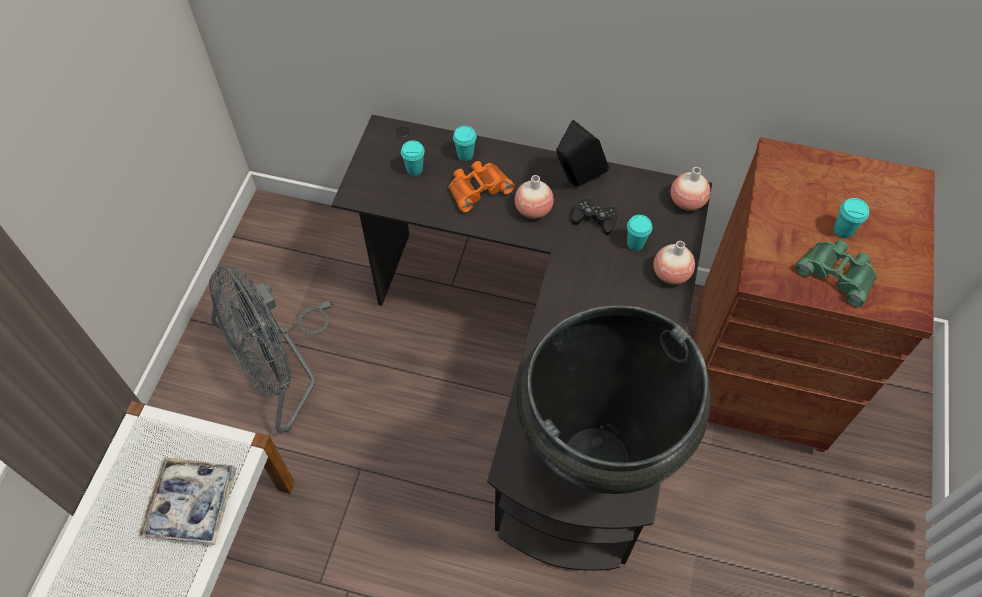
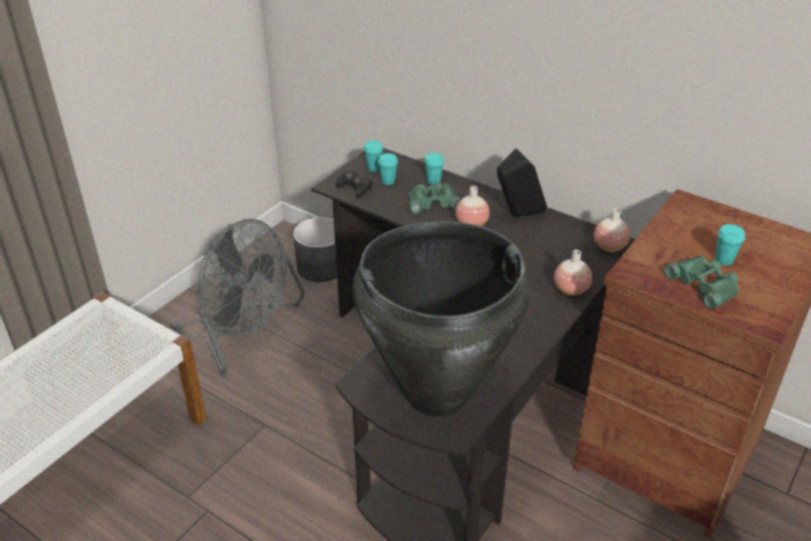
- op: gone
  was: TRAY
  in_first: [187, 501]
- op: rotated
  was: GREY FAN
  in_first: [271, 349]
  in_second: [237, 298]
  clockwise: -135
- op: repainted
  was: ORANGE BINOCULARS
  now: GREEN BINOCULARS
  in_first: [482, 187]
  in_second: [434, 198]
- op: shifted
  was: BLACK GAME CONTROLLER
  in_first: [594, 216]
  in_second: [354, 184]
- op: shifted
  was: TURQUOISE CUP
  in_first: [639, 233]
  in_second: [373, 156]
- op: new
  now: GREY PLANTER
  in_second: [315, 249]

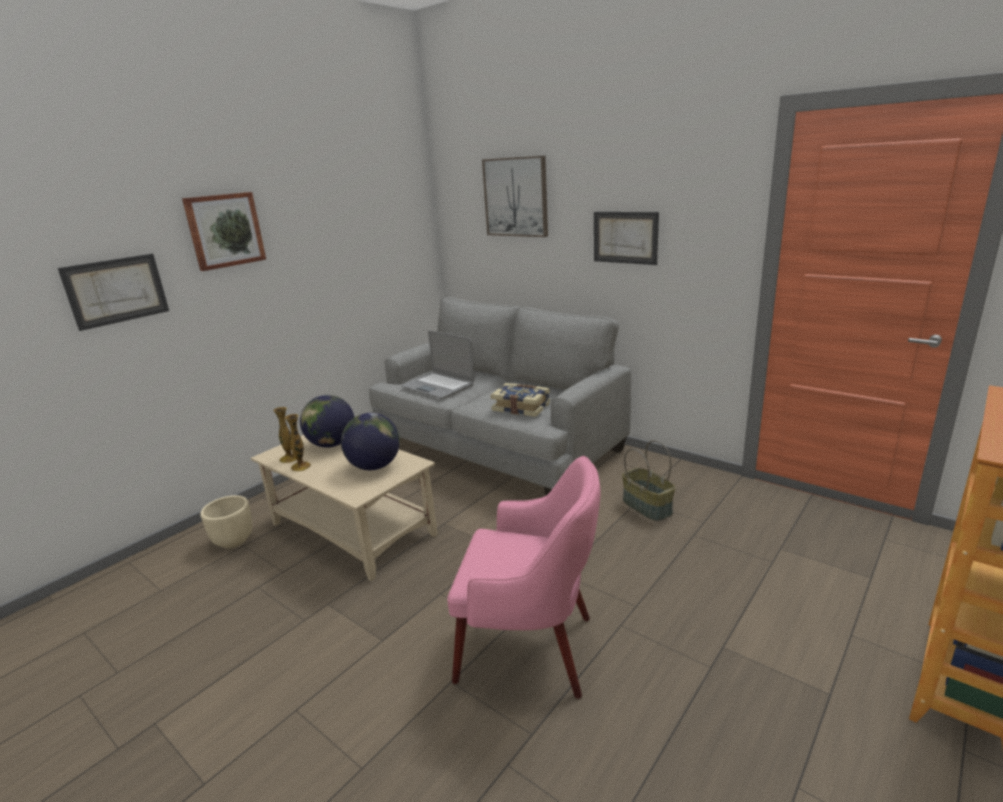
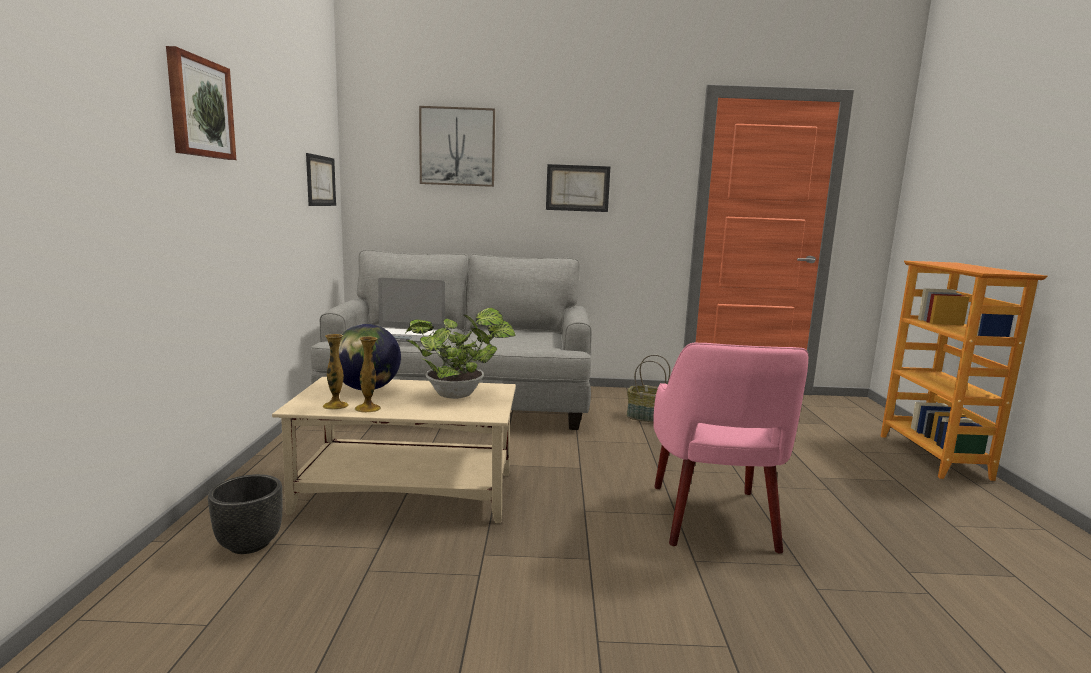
- op: shifted
  was: PICTURE
  in_first: [113, 292]
  in_second: [321, 179]
- op: repainted
  was: BEIGE PLANTER
  now: BLACK PLANTER
  in_first: [226, 522]
  in_second: [245, 514]
- op: swapped
  was: GLOBE
  now: POTTED PLANT
  in_first: [370, 441]
  in_second: [461, 353]
- op: rotated
  was: PINK ARMCHAIR
  in_first: [524, 577]
  in_second: [730, 448]
  clockwise: 120
- op: gone
  was: BOOK
  in_first: [520, 400]

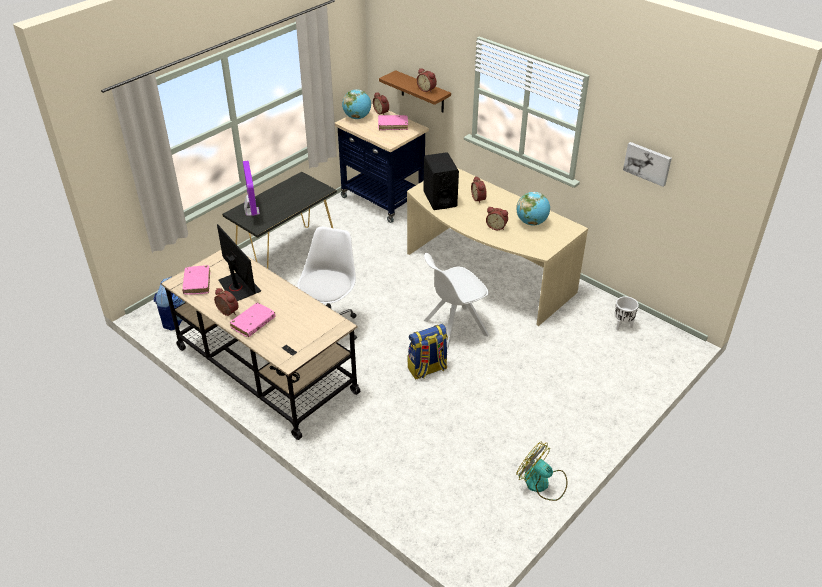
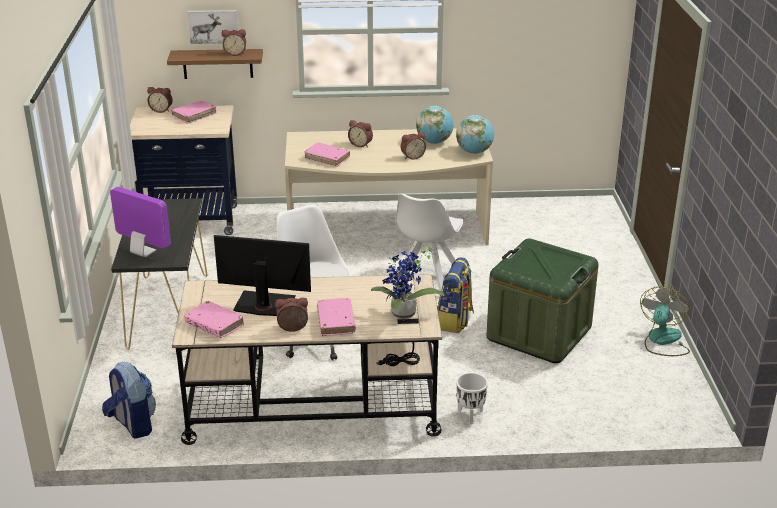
- op: shifted
  was: GLOBE
  in_first: [356, 104]
  in_second: [475, 134]
- op: swapped
  was: BLACK SPEAKER
  now: PINK BOOK
  in_first: [441, 181]
  in_second: [327, 154]
- op: rotated
  was: FAN
  in_first: [542, 471]
  in_second: [665, 321]
  clockwise: 120
- op: shifted
  was: WHITE PLANTER
  in_first: [627, 313]
  in_second: [472, 398]
- op: shifted
  was: PICTURE
  in_first: [647, 164]
  in_second: [213, 27]
- op: new
  now: POTTED PLANT
  in_second: [407, 283]
- op: new
  now: GREEN STORAGE BOX
  in_second: [542, 300]

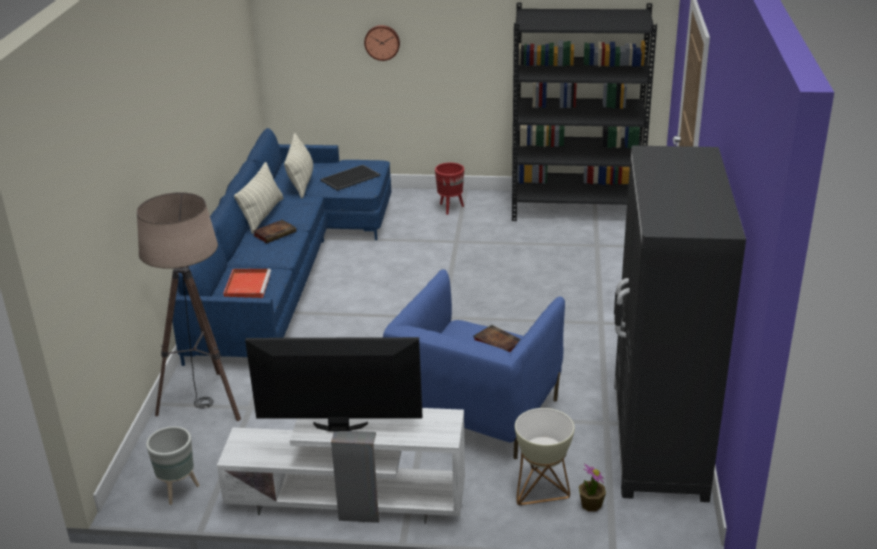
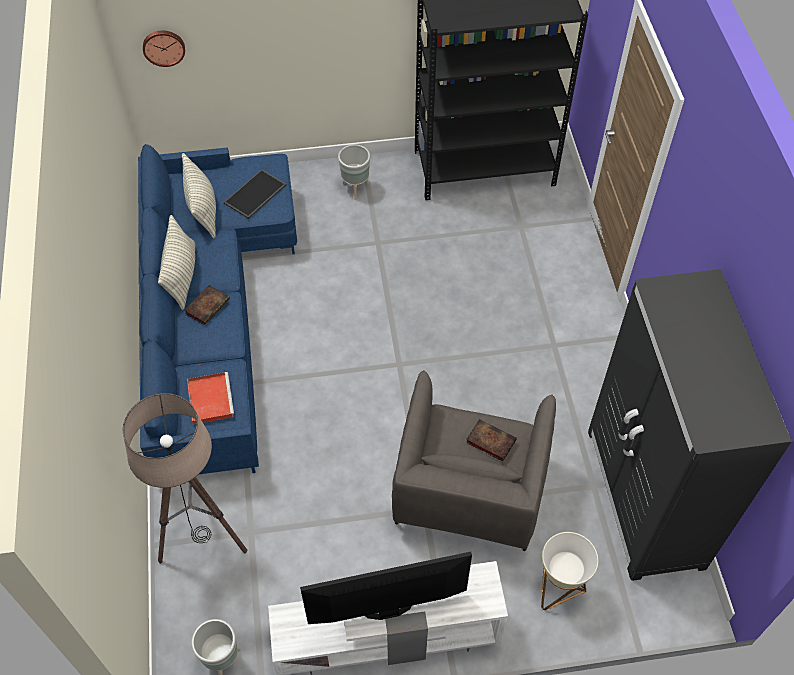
- op: shifted
  was: WALL CLOCK
  in_first: [382, 43]
  in_second: [164, 49]
- op: repainted
  was: BLUE ARMCHAIR
  now: GREY ARMCHAIR
  in_first: [474, 364]
  in_second: [474, 460]
- op: repainted
  was: RED PLANTER
  now: GREY PLANTER
  in_first: [449, 189]
  in_second: [354, 172]
- op: gone
  was: POTTED PLANT
  in_first: [592, 488]

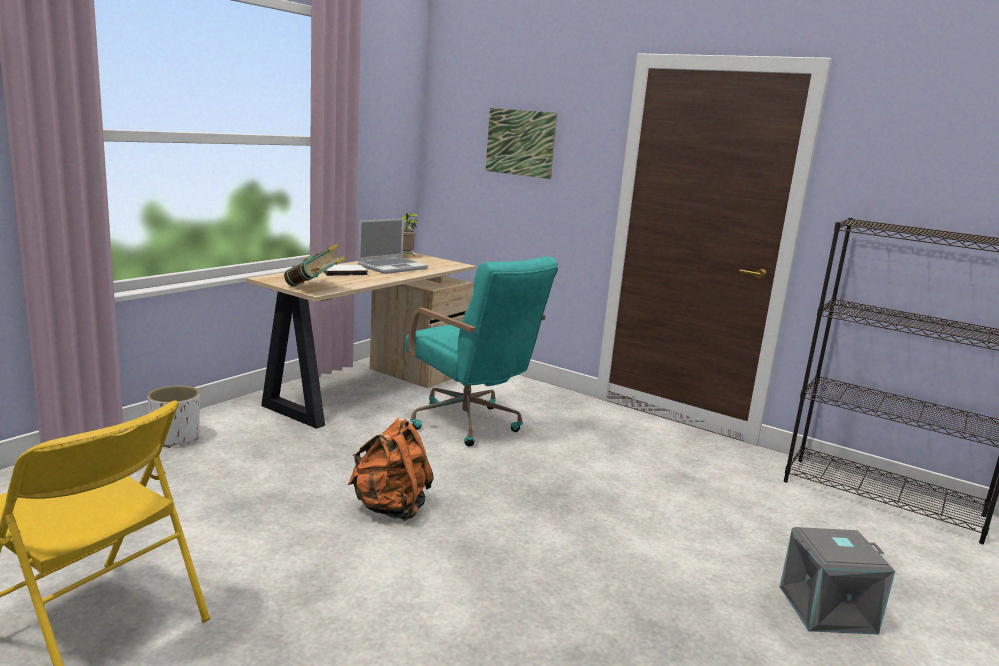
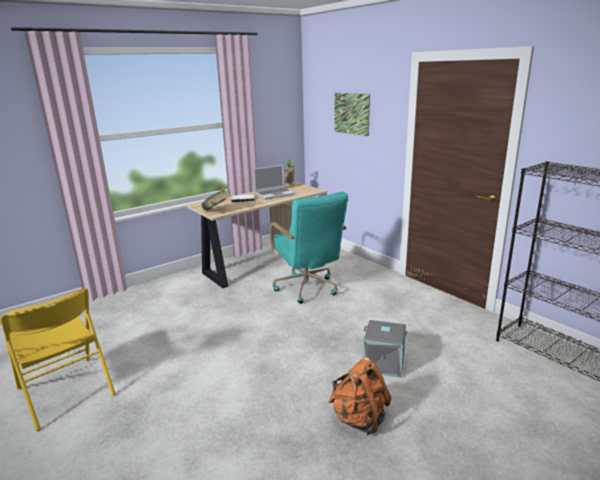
- op: gone
  was: WHITE PLANTER
  in_first: [173, 416]
- op: shifted
  was: ORANGE BACKPACK
  in_first: [391, 469]
  in_second: [360, 396]
- op: shifted
  was: GREY STORAGE BOX
  in_first: [837, 581]
  in_second: [385, 349]

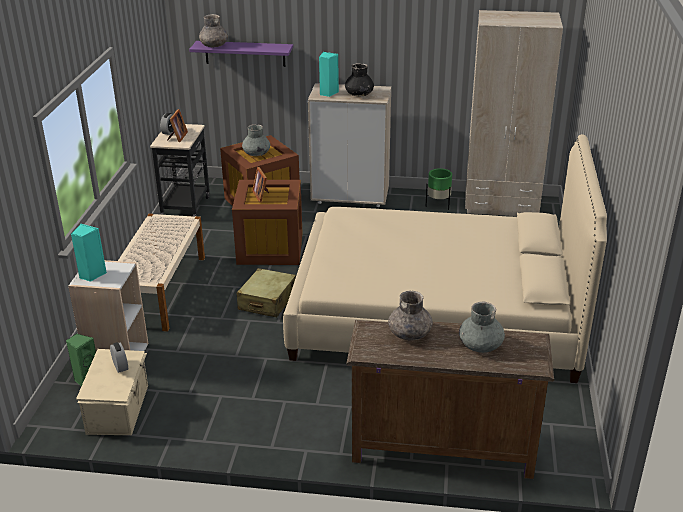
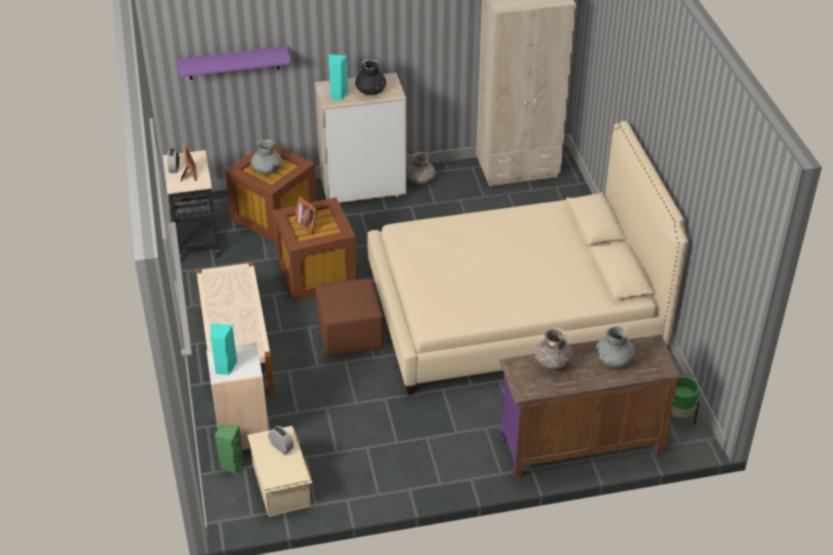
- op: shifted
  was: GREY VASE
  in_first: [213, 30]
  in_second: [421, 168]
- op: swapped
  was: BEIGE SUITCASE
  now: BROWN OTTOMAN
  in_first: [266, 292]
  in_second: [349, 318]
- op: shifted
  was: GREEN PLANTER
  in_first: [439, 189]
  in_second: [686, 400]

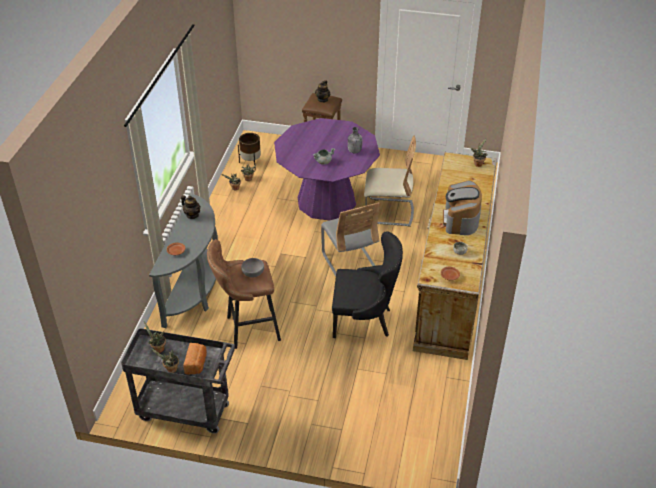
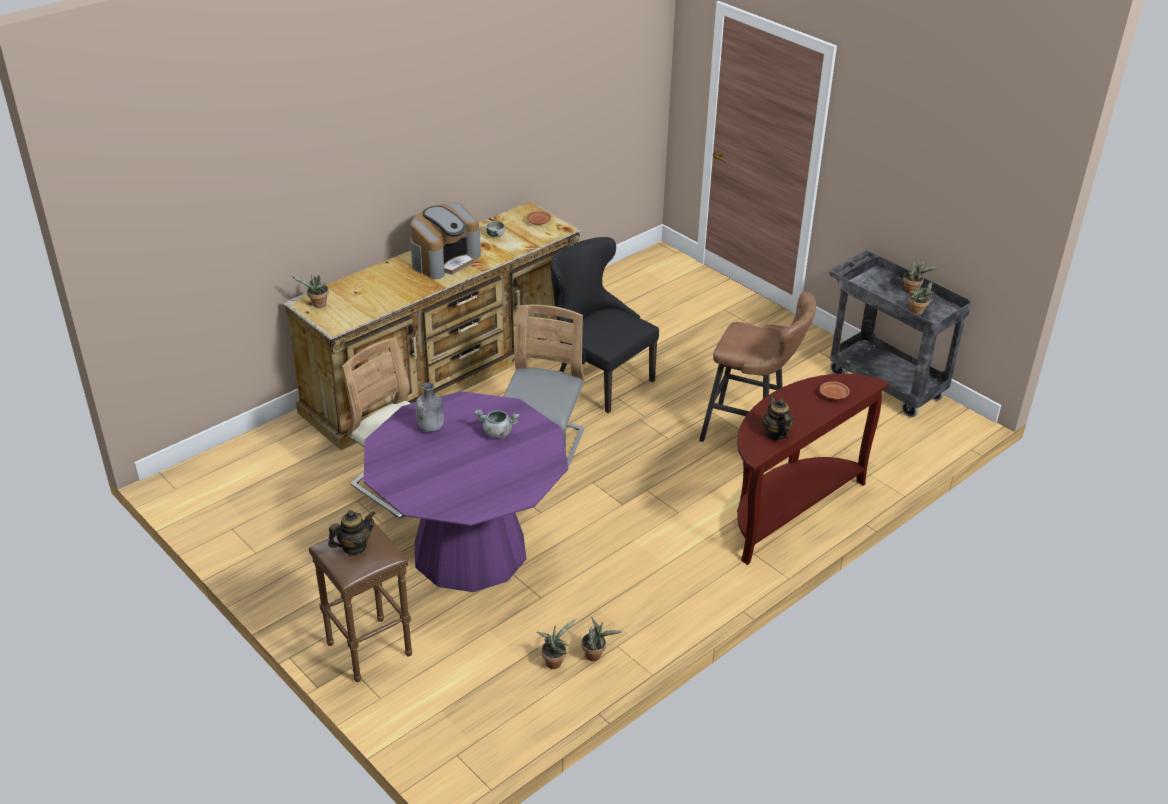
- op: repainted
  was: GREY CONSOLE TABLE
  now: BROWN CONSOLE TABLE
  in_first: [183, 261]
  in_second: [813, 469]
- op: gone
  was: BREAD
  in_first: [195, 358]
- op: gone
  was: BROWN PLANTER
  in_first: [249, 151]
- op: gone
  was: GREY BOWL
  in_first: [252, 267]

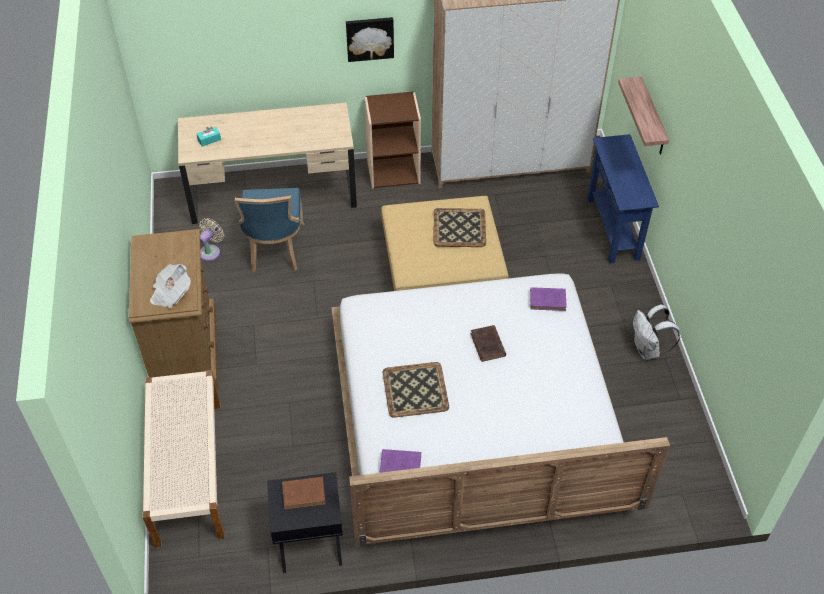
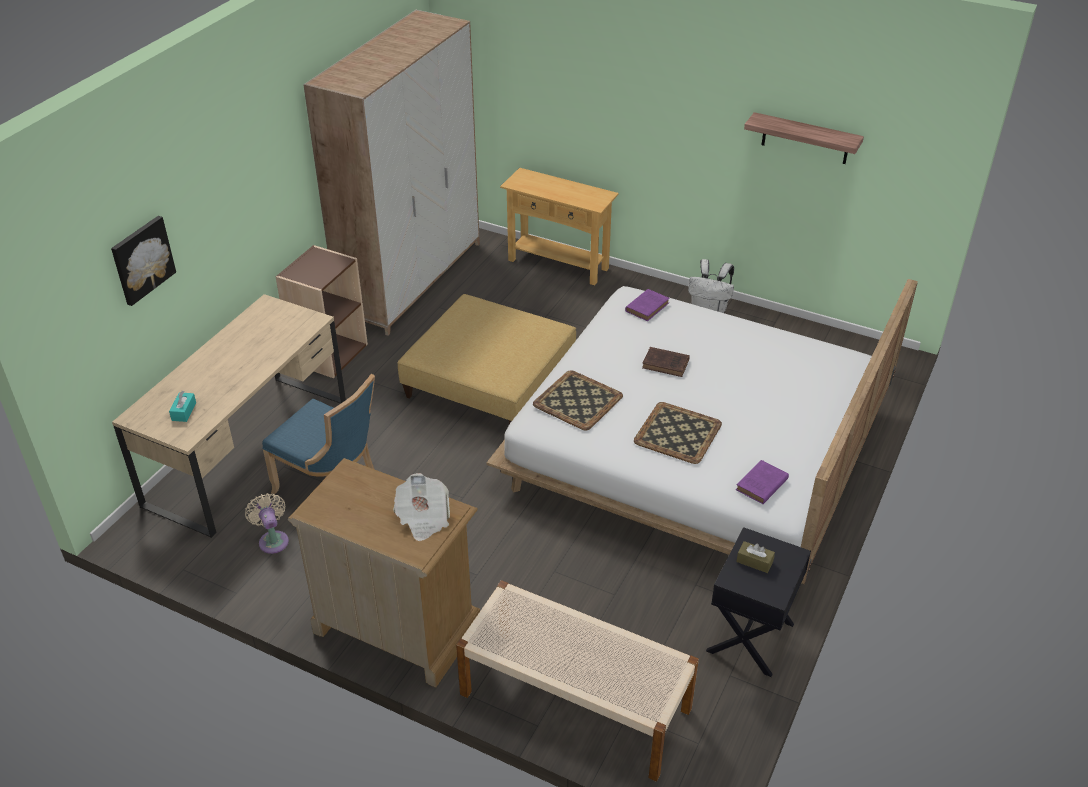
- op: swapped
  was: BROWN BOOK
  now: BROWN TISSUE BOX
  in_first: [304, 493]
  in_second: [755, 557]
- op: shifted
  was: PICTURE
  in_first: [370, 39]
  in_second: [143, 261]
- op: shifted
  was: TRAY
  in_first: [460, 227]
  in_second: [578, 400]
- op: repainted
  was: BLUE CONSOLE TABLE
  now: BEIGE CONSOLE TABLE
  in_first: [623, 199]
  in_second: [559, 226]
- op: shifted
  was: SHELF
  in_first: [643, 115]
  in_second: [804, 138]

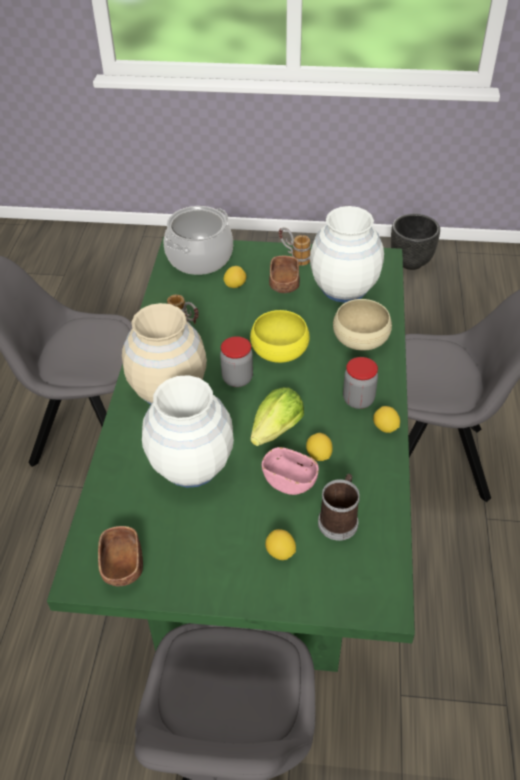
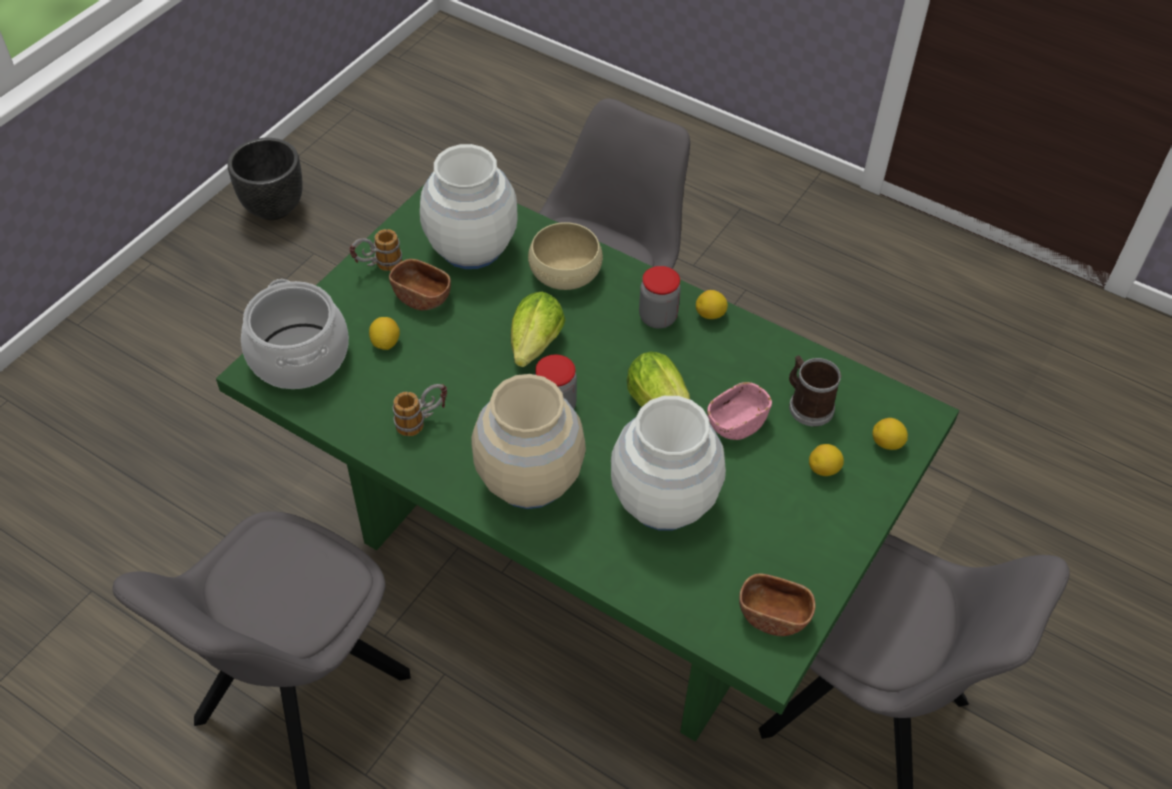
- op: swapped
  was: YELLOW BOWL
  now: LETTUCE
  in_first: [280, 336]
  in_second: [538, 329]
- op: shifted
  was: LEMON
  in_first: [319, 447]
  in_second: [890, 434]

